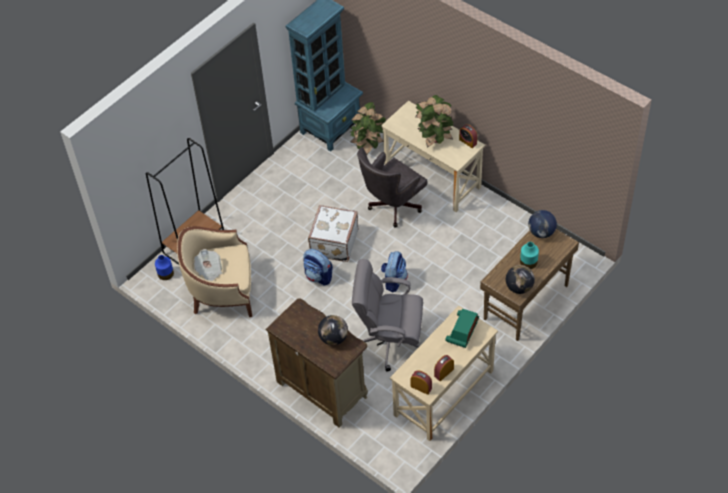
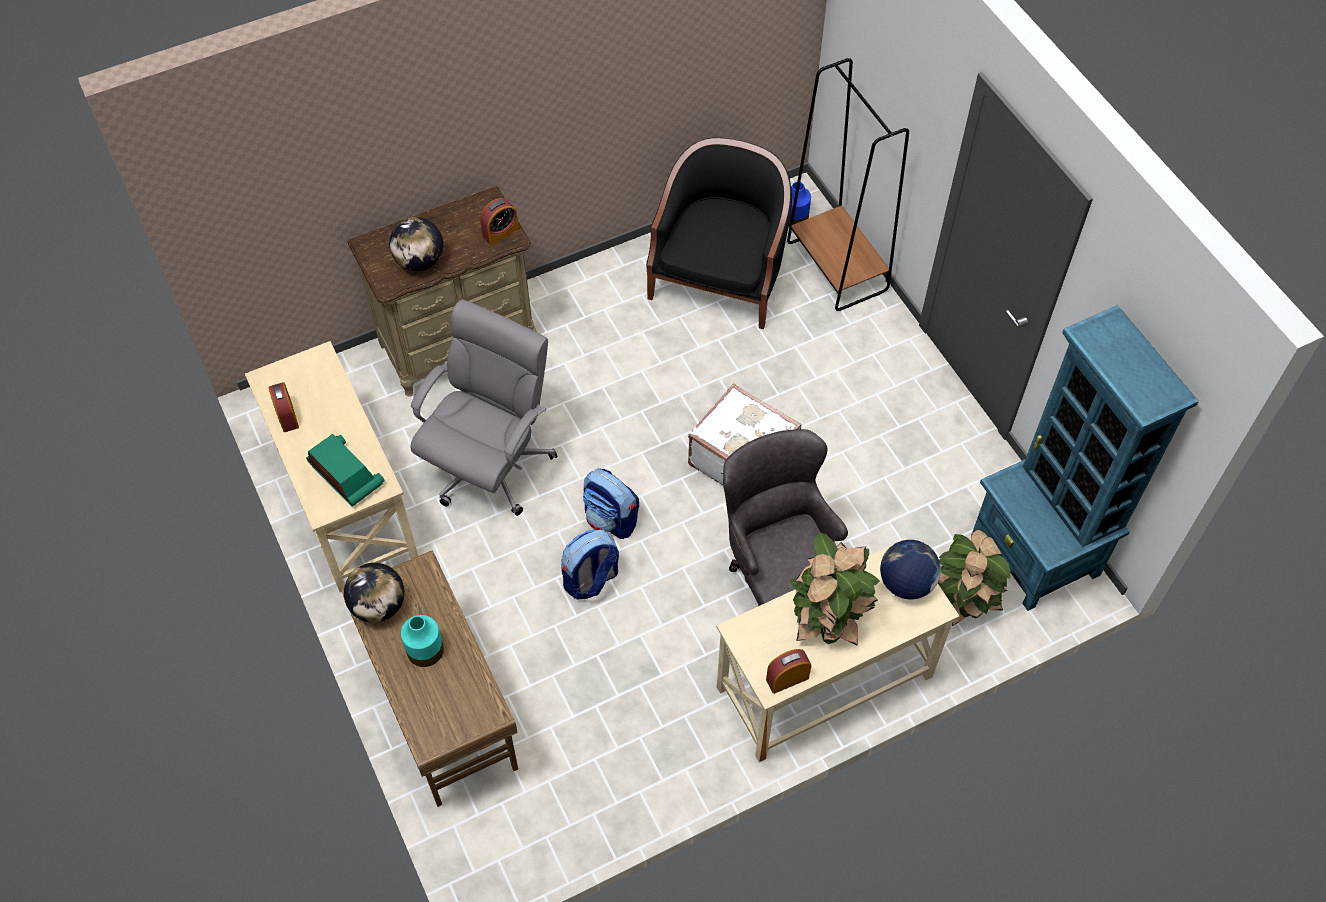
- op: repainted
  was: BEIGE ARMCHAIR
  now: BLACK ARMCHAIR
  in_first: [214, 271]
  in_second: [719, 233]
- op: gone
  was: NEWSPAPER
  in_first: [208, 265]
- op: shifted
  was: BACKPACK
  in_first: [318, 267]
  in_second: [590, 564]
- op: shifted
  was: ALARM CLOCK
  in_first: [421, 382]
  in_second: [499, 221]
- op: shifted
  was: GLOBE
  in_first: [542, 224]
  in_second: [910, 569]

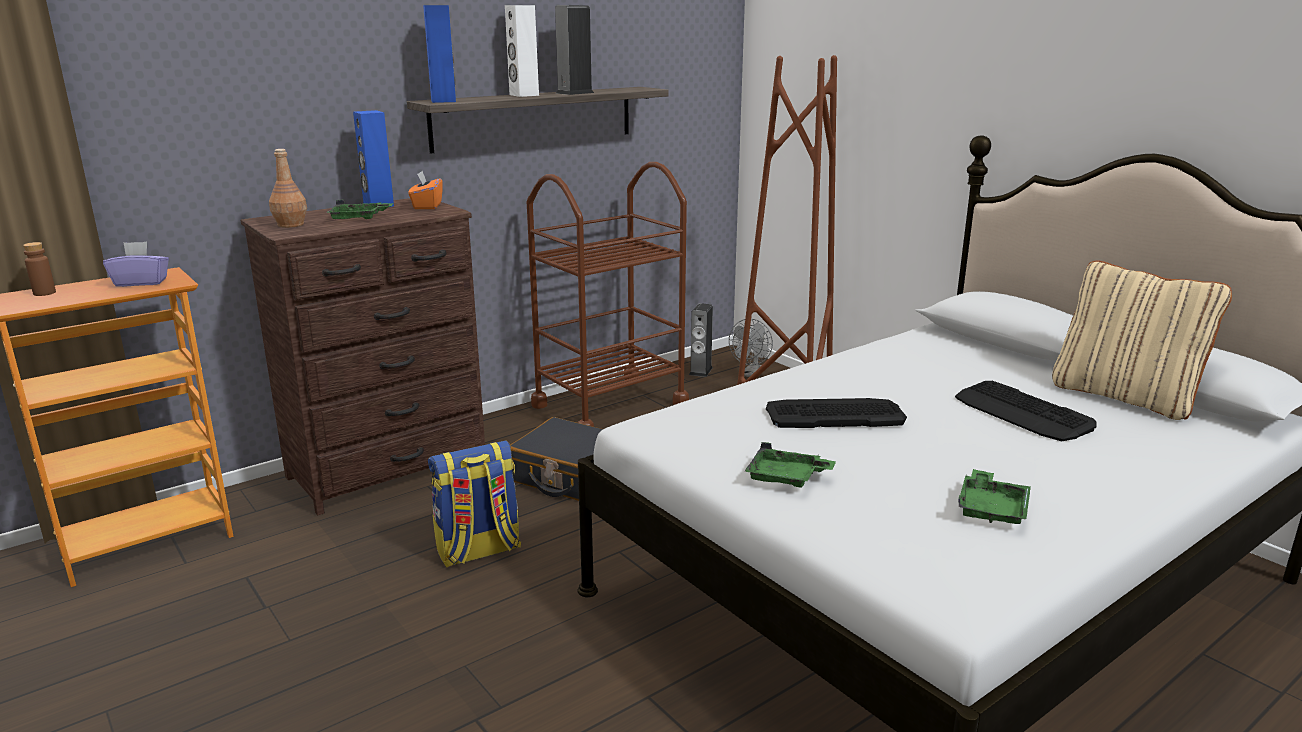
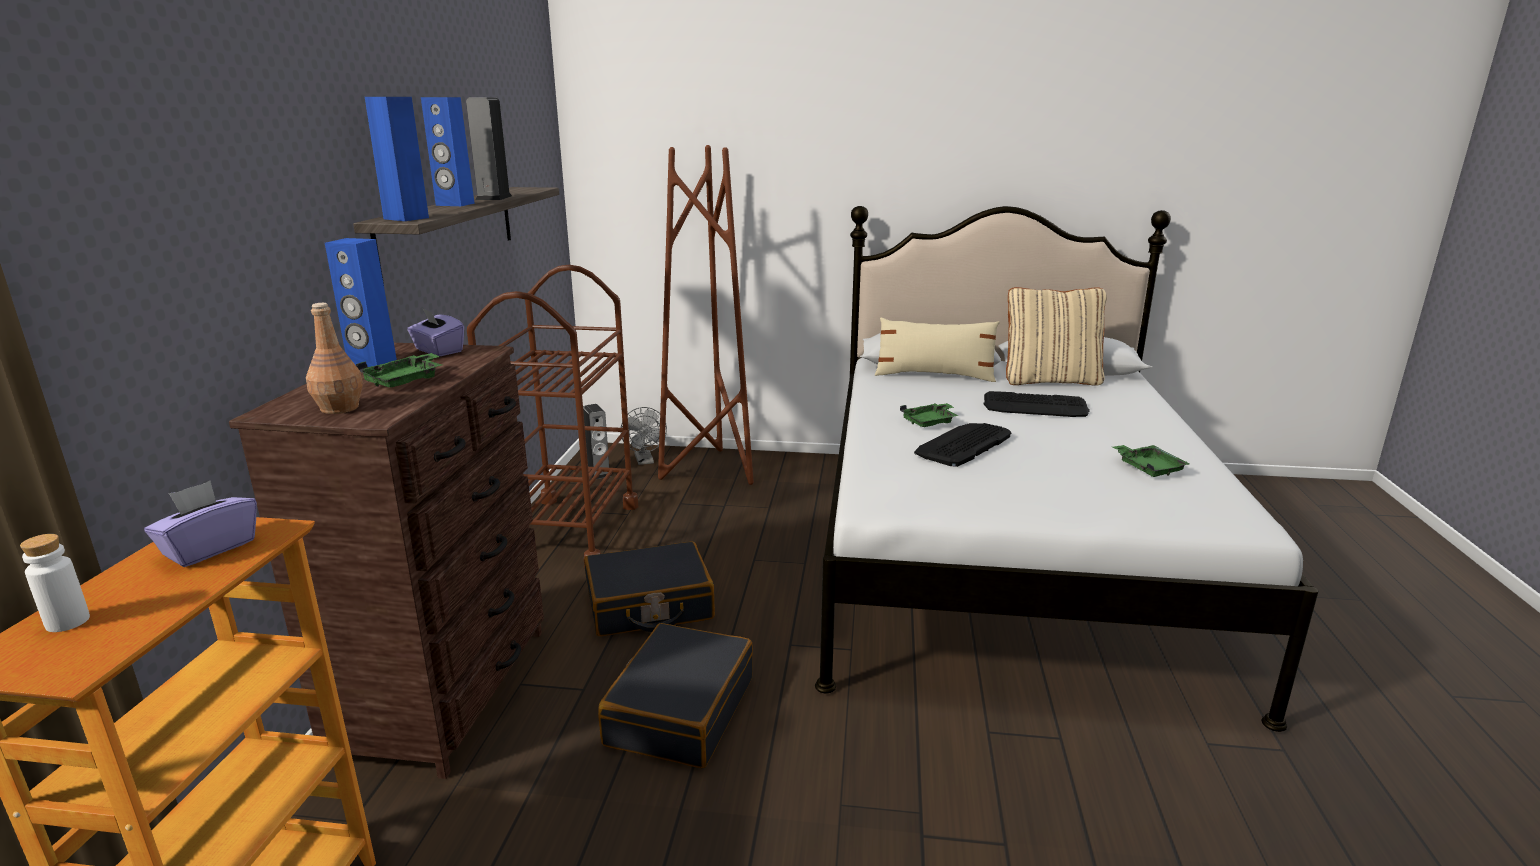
- op: repainted
  was: BROWN BOTTLE
  now: WHITE BOTTLE
  in_first: [39, 269]
  in_second: [55, 583]
- op: repainted
  was: ORANGE TISSUE BOX
  now: PURPLE TISSUE BOX
  in_first: [425, 190]
  in_second: [435, 332]
- op: swapped
  was: BACKPACK
  now: BLACK SUITCASE
  in_first: [474, 504]
  in_second: [675, 695]
- op: repainted
  was: WHITE SPEAKER
  now: BLUE SPEAKER
  in_first: [522, 51]
  in_second: [448, 151]
- op: shifted
  was: GREEN TRAY
  in_first: [790, 465]
  in_second: [929, 415]
- op: new
  now: BEIGE PILLOW
  in_second: [937, 350]

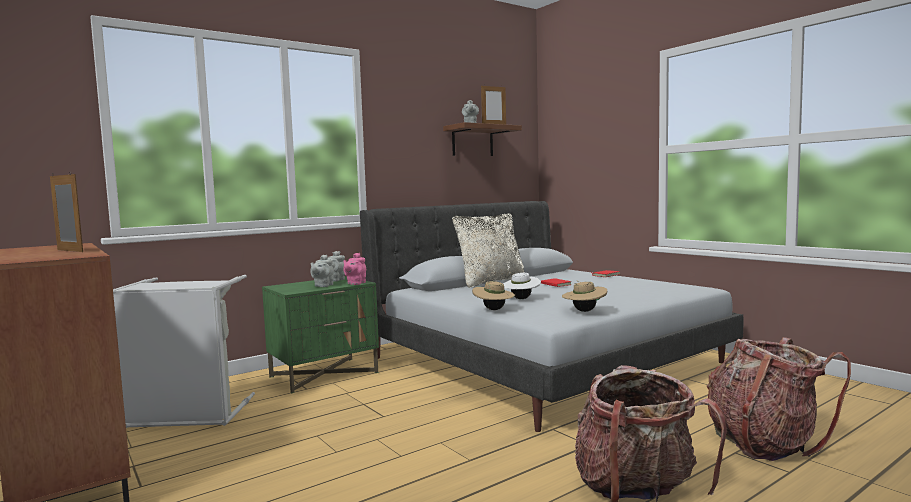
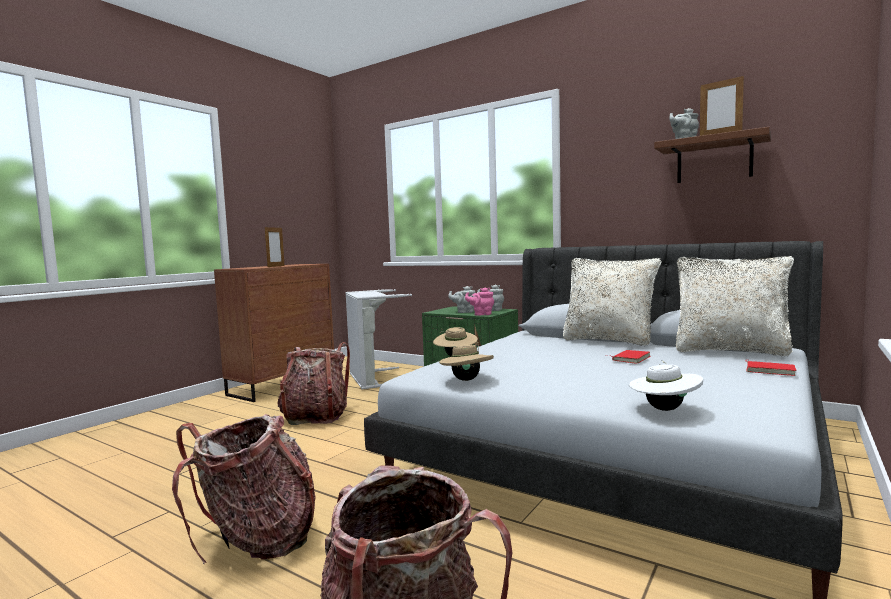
- op: shifted
  was: WHITE HAT
  in_first: [522, 286]
  in_second: [666, 385]
- op: new
  now: BACKPACK
  in_second: [313, 383]
- op: new
  now: BEIGE PILLOW
  in_second: [735, 306]

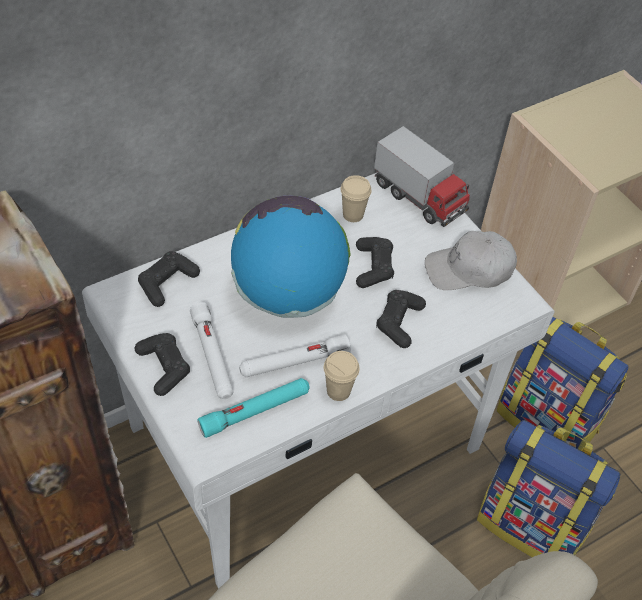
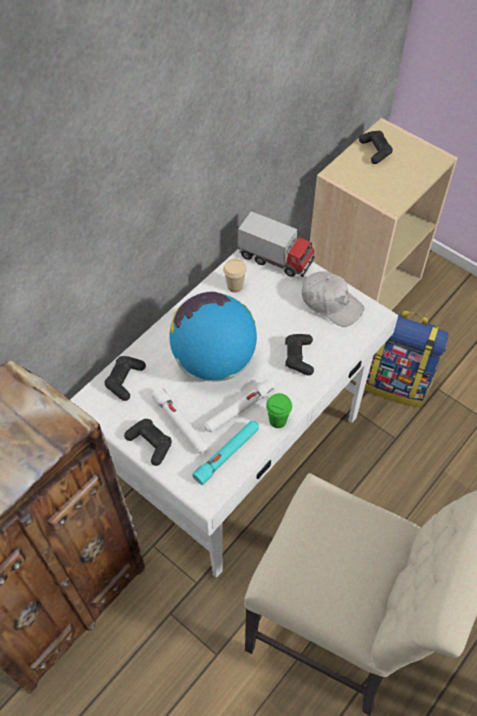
- op: repainted
  was: BEIGE CUP
  now: GREEN CUP
  in_first: [342, 376]
  in_second: [279, 410]
- op: shifted
  was: BLACK GAME CONTROLLER
  in_first: [375, 262]
  in_second: [376, 147]
- op: rotated
  was: WHITE CAP
  in_first: [471, 260]
  in_second: [333, 299]
  clockwise: -120
- op: gone
  was: BACKPACK
  in_first: [548, 488]

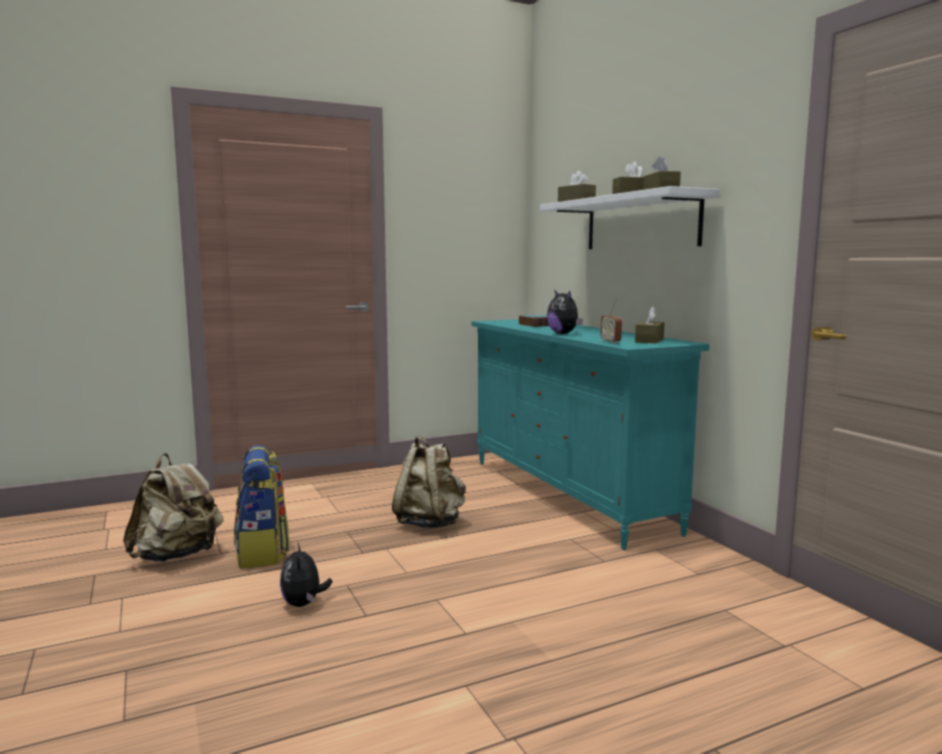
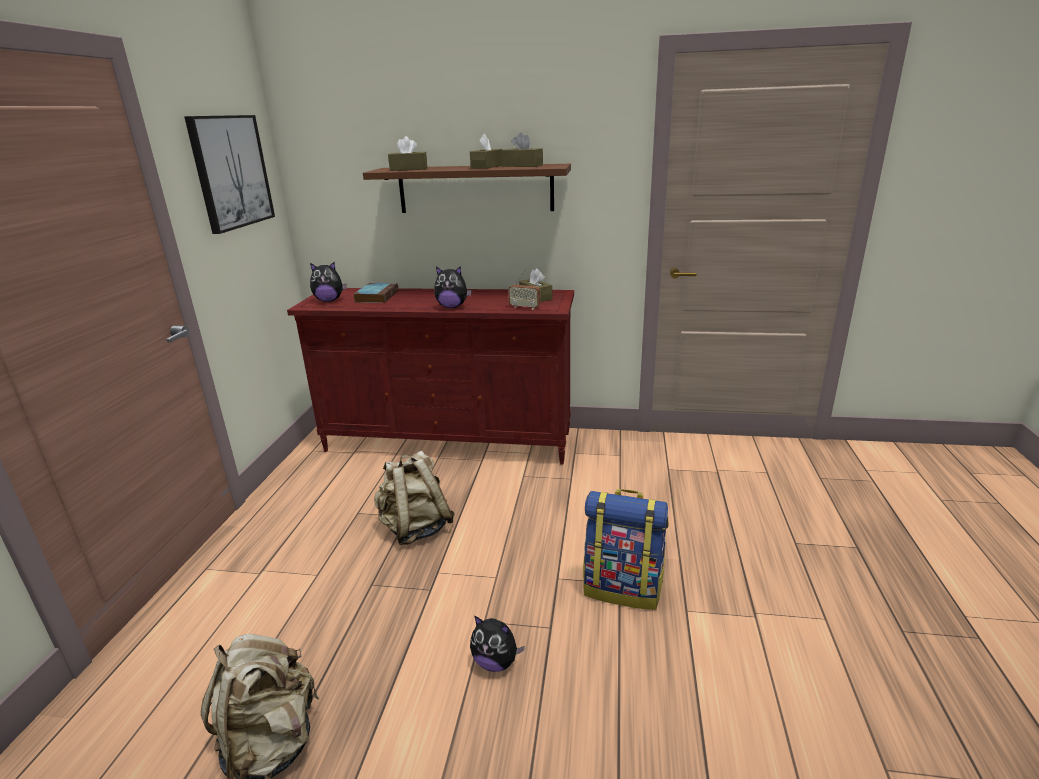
- op: shifted
  was: BACKPACK
  in_first: [262, 507]
  in_second: [626, 549]
- op: repainted
  was: TURQUOISE DRESSER
  now: RED DRESSER
  in_first: [590, 434]
  in_second: [430, 376]
- op: repainted
  was: WHITE SHELF
  now: BROWN SHELF
  in_first: [630, 217]
  in_second: [467, 188]
- op: new
  now: PICTURE
  in_second: [229, 174]
- op: new
  now: PLUSH TOY
  in_second: [328, 282]

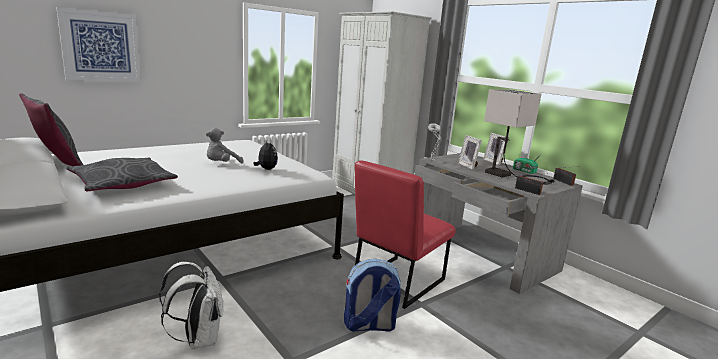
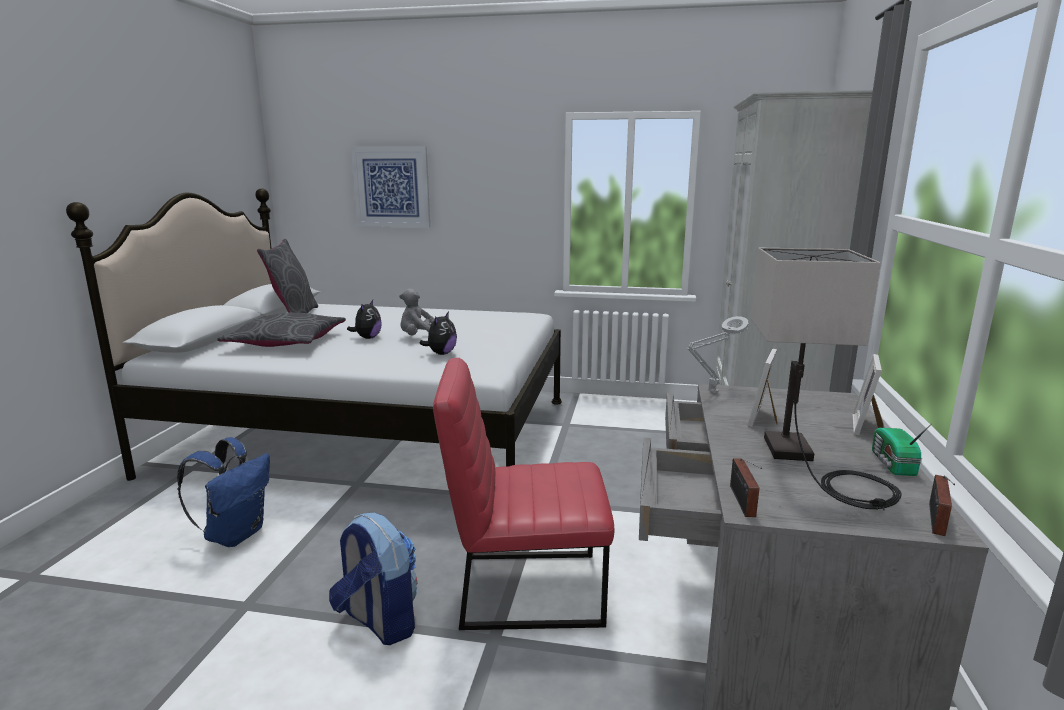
- op: repainted
  was: WHITE BACKPACK
  now: BLUE BACKPACK
  in_first: [191, 305]
  in_second: [223, 492]
- op: new
  now: PLUSH TOY
  in_second: [364, 319]

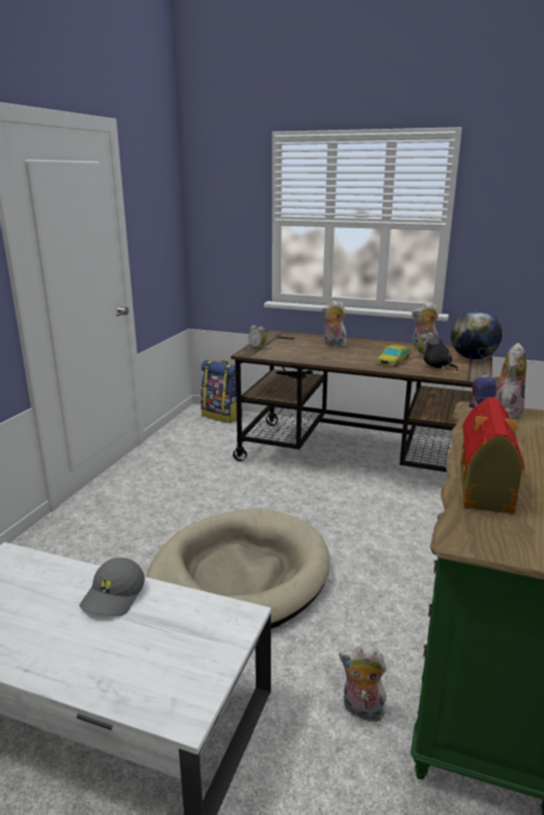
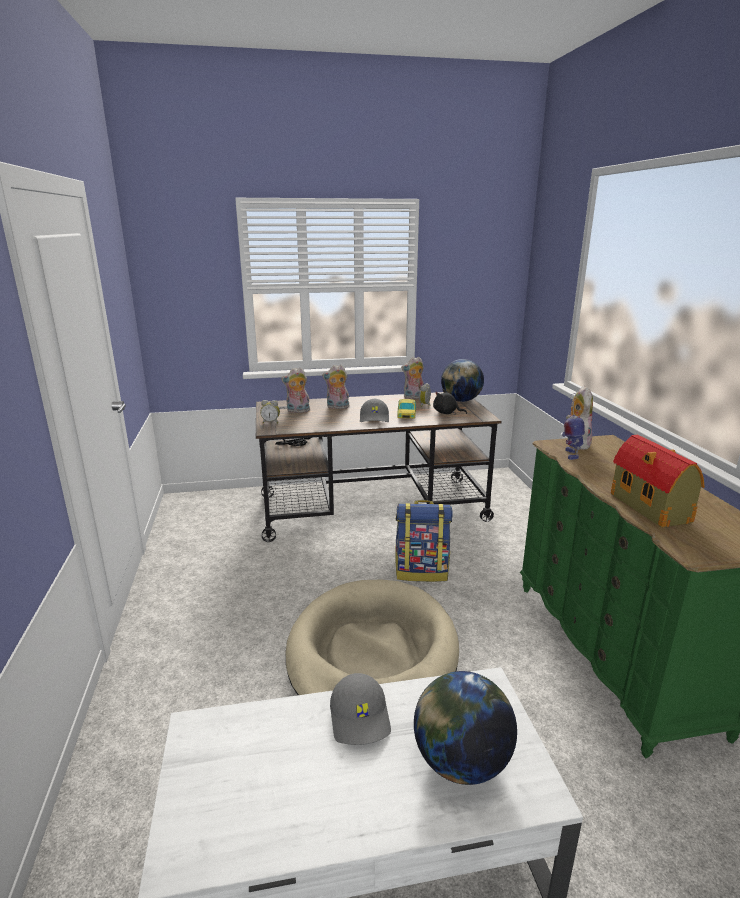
- op: shifted
  was: BACKPACK
  in_first: [222, 391]
  in_second: [424, 541]
- op: shifted
  was: PLUSH TOY
  in_first: [363, 683]
  in_second: [295, 390]
- op: new
  now: GREY CAP
  in_second: [374, 410]
- op: new
  now: GLOBE
  in_second: [465, 728]

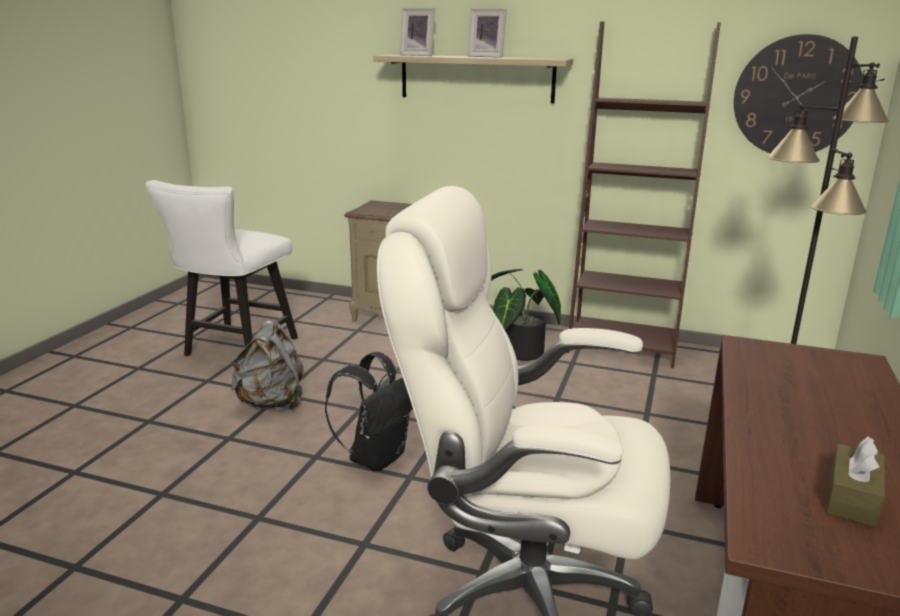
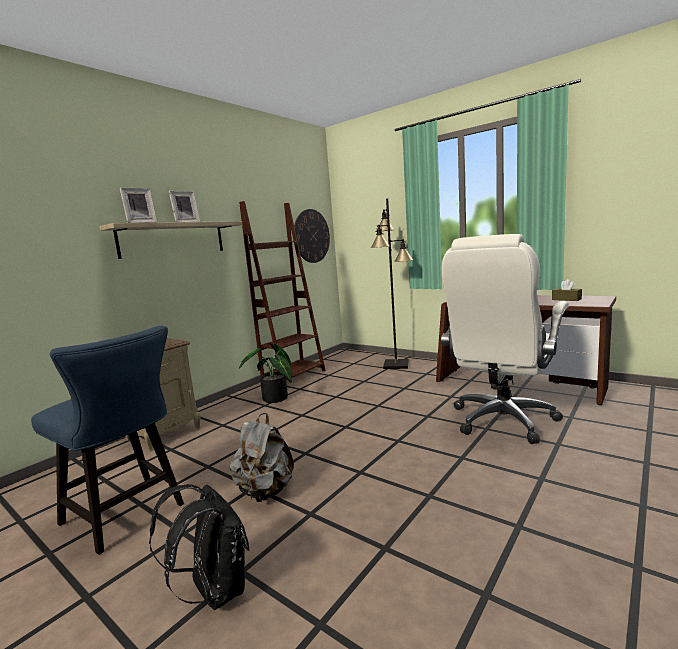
- op: repainted
  was: WHITE CHAIR
  now: BLUE CHAIR
  in_first: [221, 268]
  in_second: [107, 440]
- op: shifted
  was: BLACK BACKPACK
  in_first: [369, 411]
  in_second: [199, 547]

